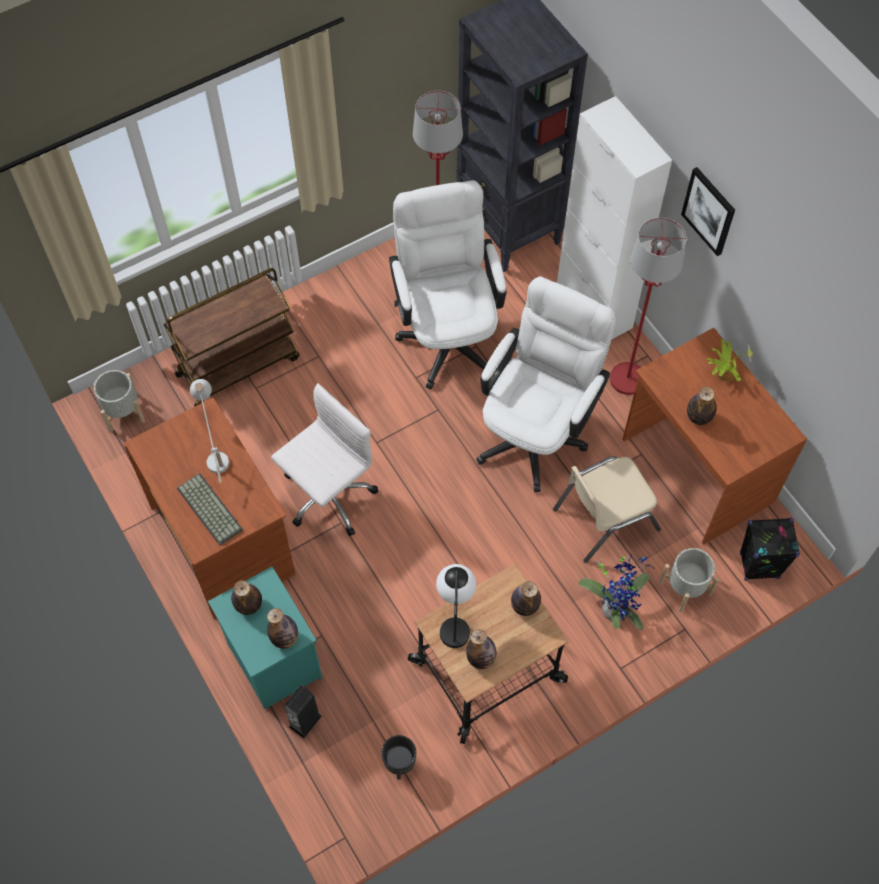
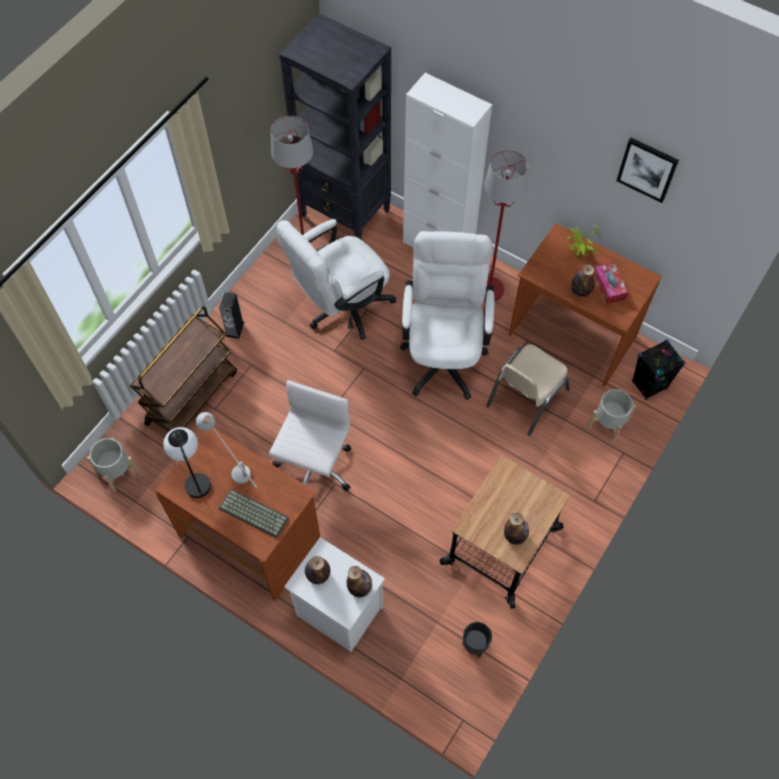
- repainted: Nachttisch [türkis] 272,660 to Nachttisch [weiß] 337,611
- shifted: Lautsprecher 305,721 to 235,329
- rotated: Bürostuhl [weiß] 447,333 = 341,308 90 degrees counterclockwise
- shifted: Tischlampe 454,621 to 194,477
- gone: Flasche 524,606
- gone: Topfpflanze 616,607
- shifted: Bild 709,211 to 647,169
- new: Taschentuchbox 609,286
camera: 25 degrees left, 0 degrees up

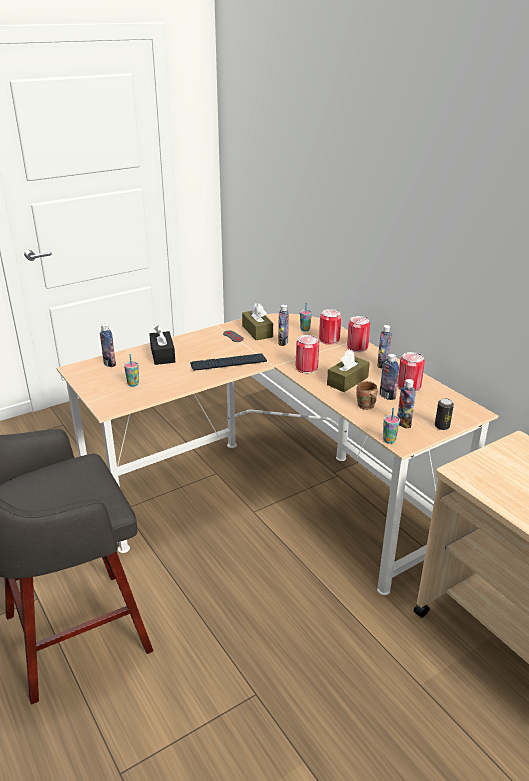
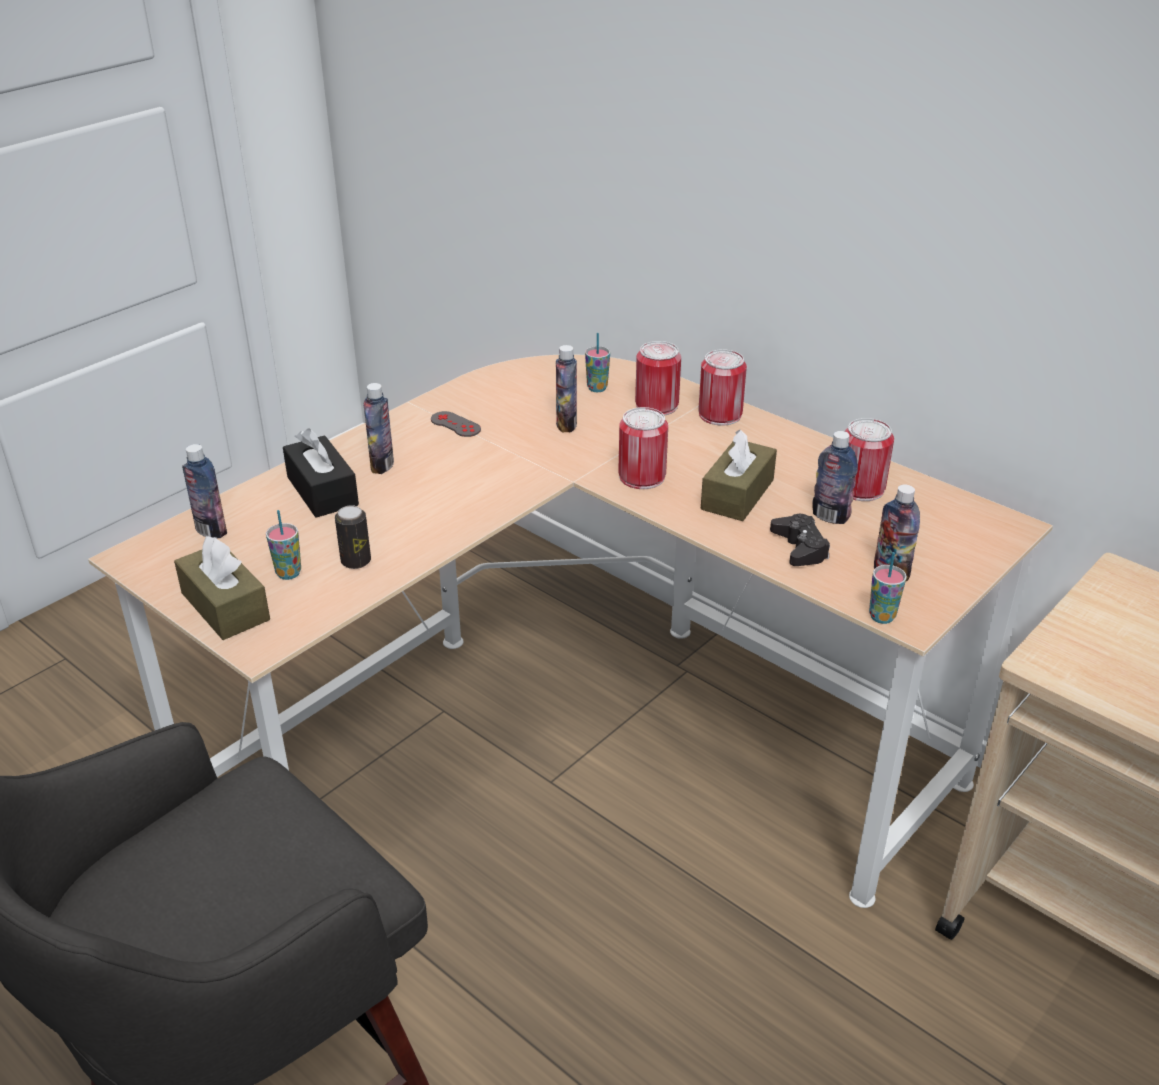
- gone: Tastatur 228,363
- shifted: Taschentuchbox [braun] 257,331 to 225,606
- swapped: Henkelbecher [braun] 365,406 to Gamepad [schwarz] 800,547
- shifted: Flasche 382,365 to 382,465
- shifted: Dose 442,426 to 356,561
camera: 15 degrees left, 5 degrees up

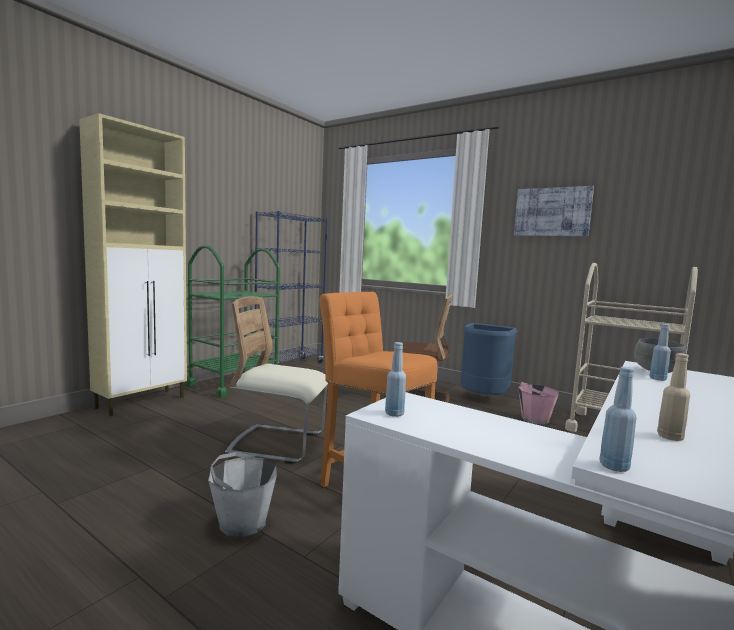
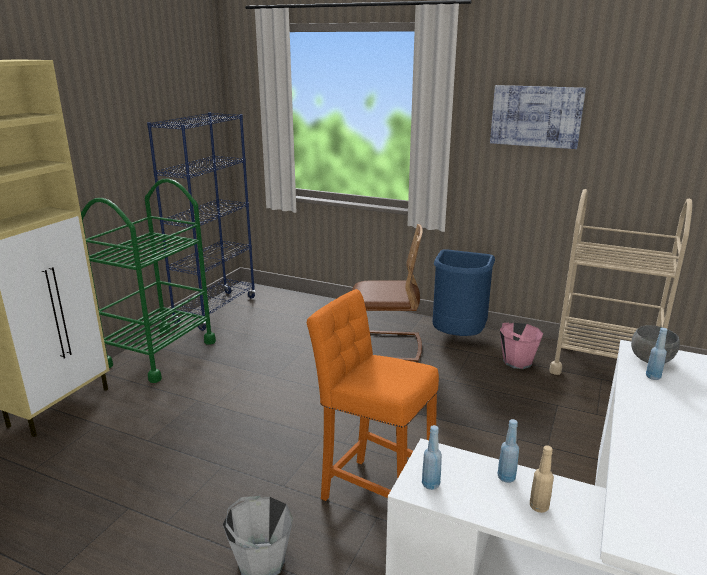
- gone: Stuhl [beige] 277,444
- shifted: Flasche [blau] 614,466 to 506,477
- shifted: Flasche [beige] 670,437 to 539,507
camera: 10 degrees left, 15 degrees up

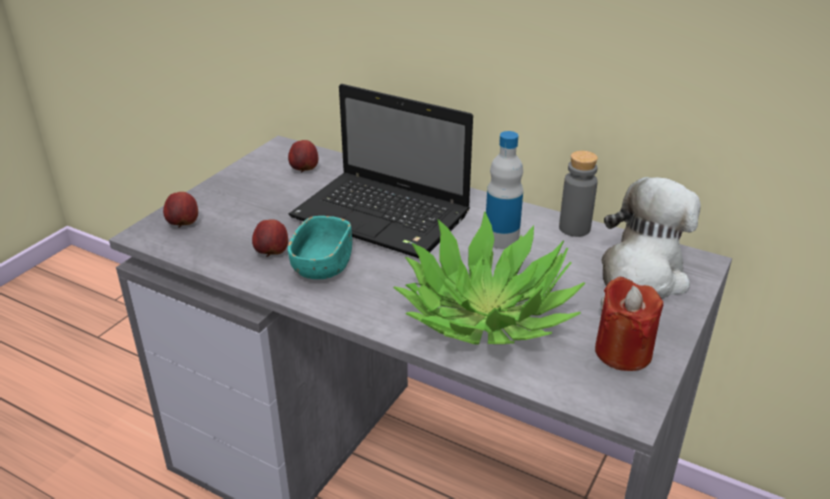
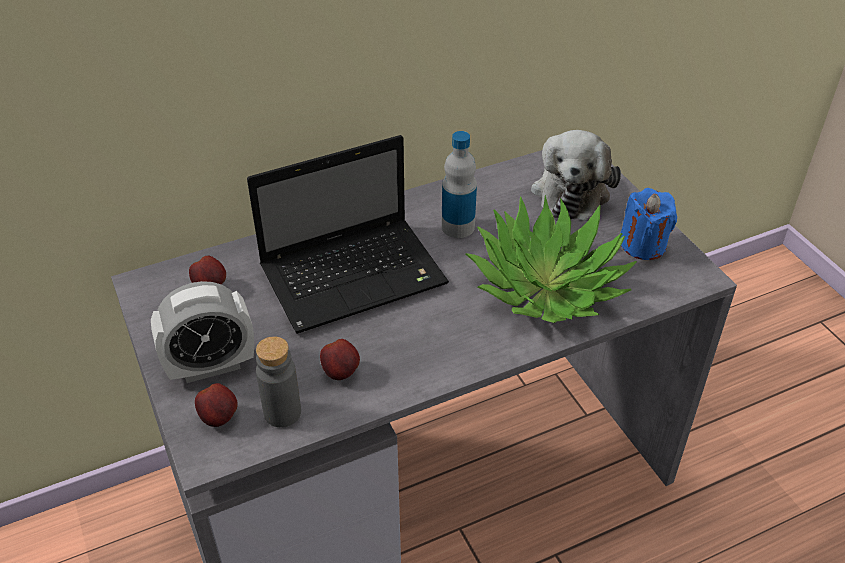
- gone: Schüssel [türkis] 322,266
- shifted: Flasche [grau] 574,228 to 282,412
- repainted: Kerze [rot] 623,352 to Kerze [blau] 643,245
- rotated: Plüschtier 639,279 = 571,190 150 degrees counterclockwise
- new: Wecker 211,366
camera: 55 degrees left, 10 degrees up

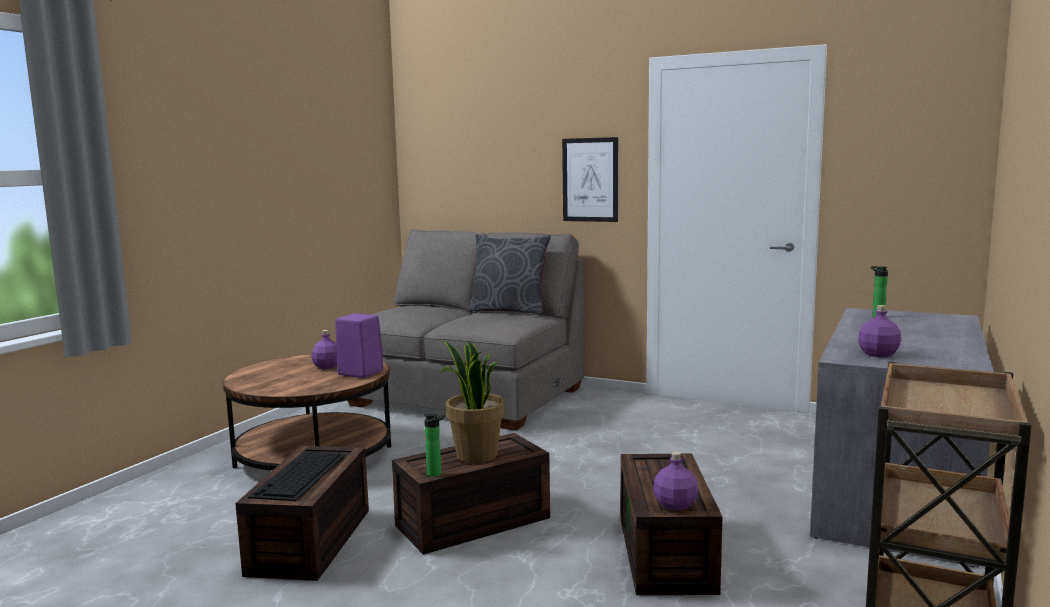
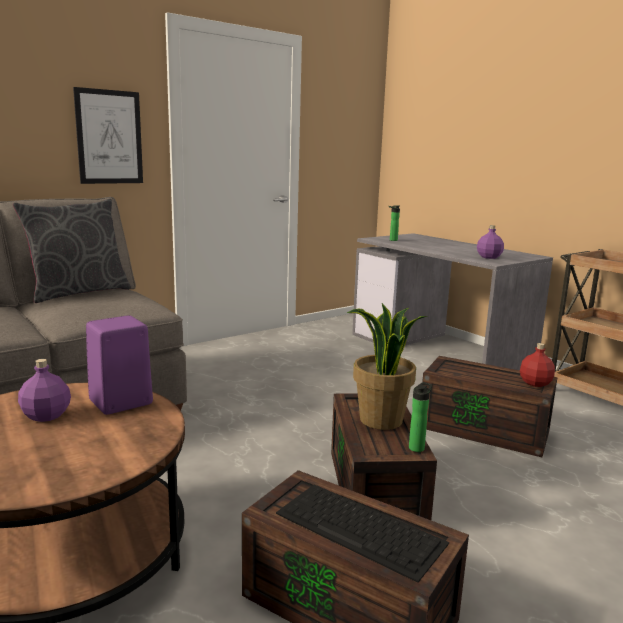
- repainted: Flasche [lila] 675,505 to Flasche [rot] 535,383
camera: 65 degrees left, 5 degrees up

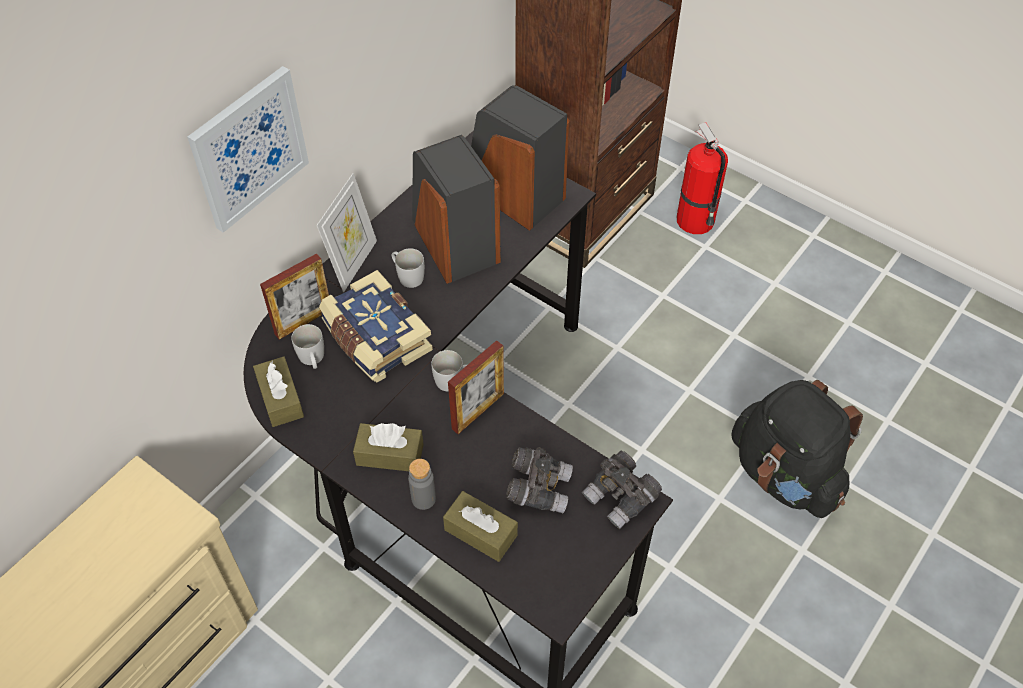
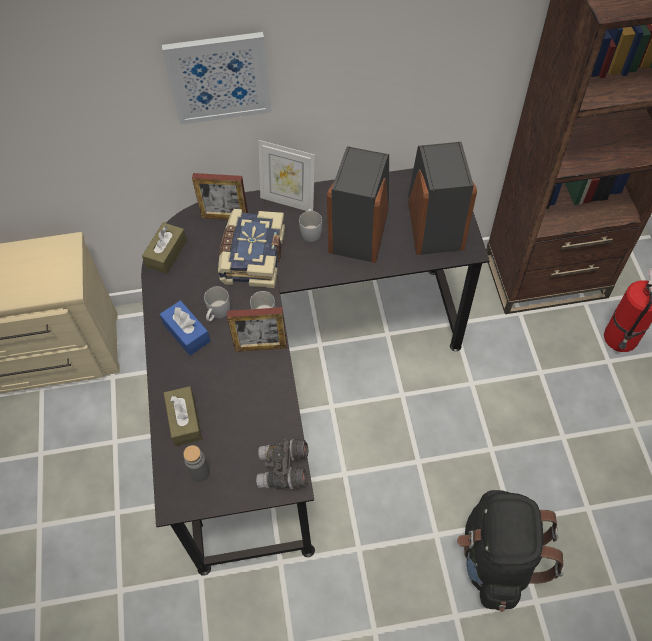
- shifted: Henkelbecher [weiß] 312,360 to 217,313
- rotated: Bilderrahmen 353,263 = 288,200 45 degrees clockwise
- repainted: Taschentuchbox [braun] 390,454 to Taschentuchbox [blau] 186,333
- shifted: Flasche [grau] 423,499 to 200,472
- gone: Fernglas [grau] 538,488
camera: 45 degrees right, 5 degrees up

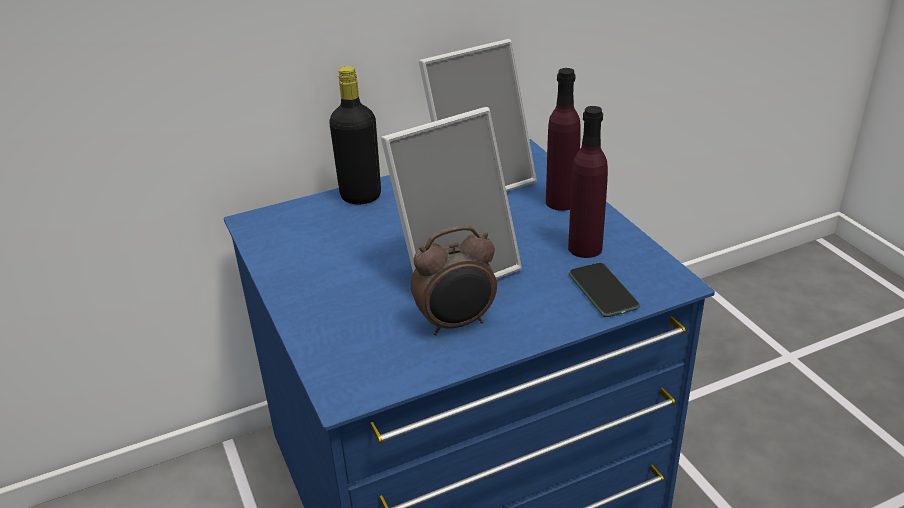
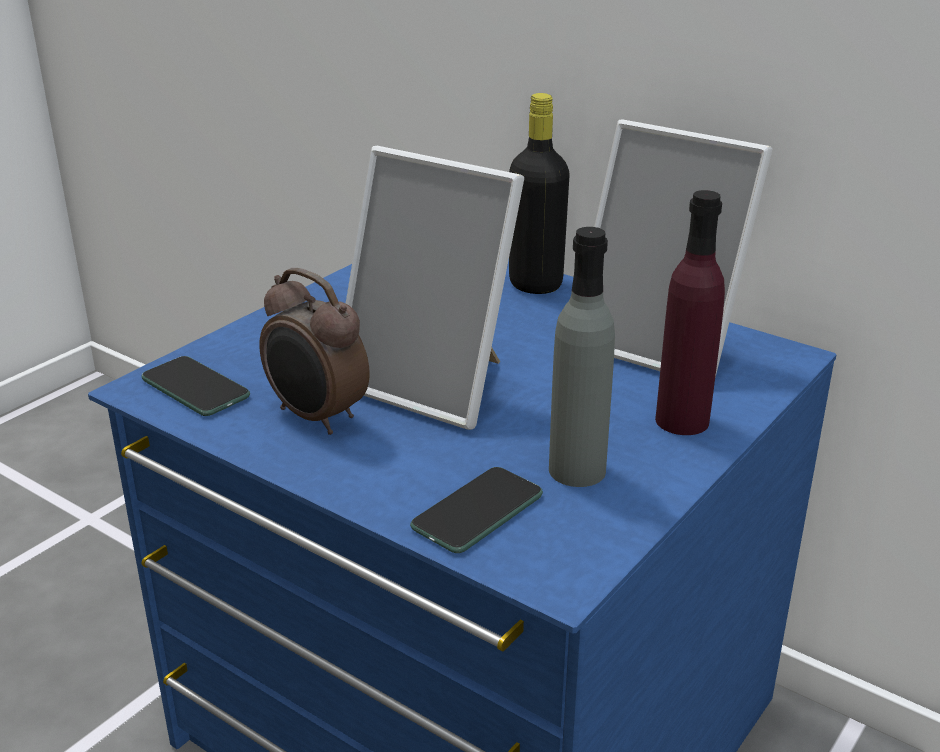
- repainted: Flasche [lila] 585,248 to Flasche [grau] 577,470
- new: Handy 195,388
camera: 60 degrees right, 5 degrees down

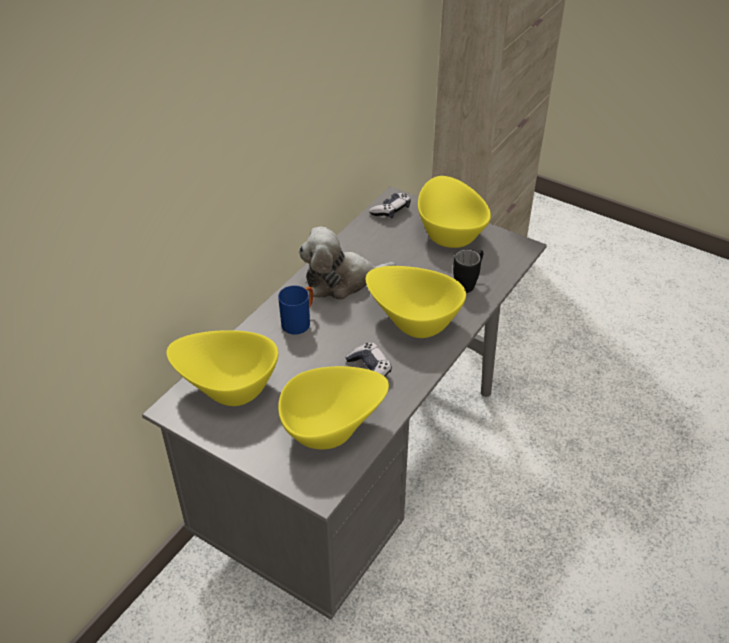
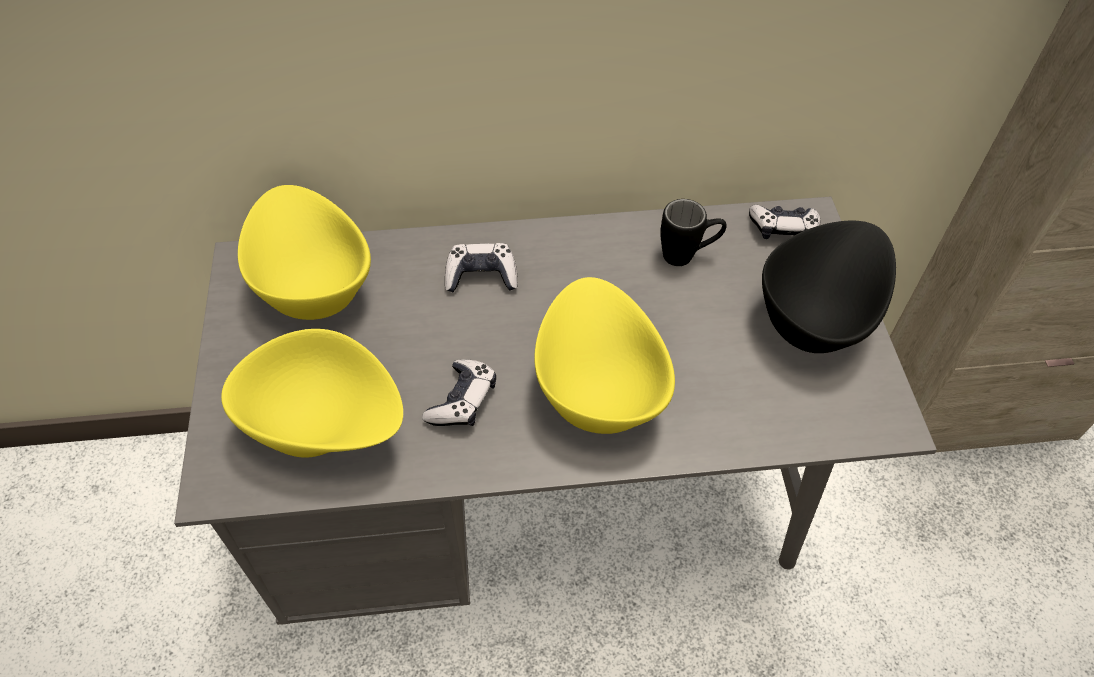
- swapped: Henkelbecher [blau] 299,321 to Gamepad 481,276
- gone: Plüschtier 342,281
- repainted: Schüssel [gelb] 449,232 to Schüssel [schwarz] 817,317
- shifted: Henkelbecher [schwarz] 468,283 to 687,255
camera: 50 degrees right, 10 degrees up

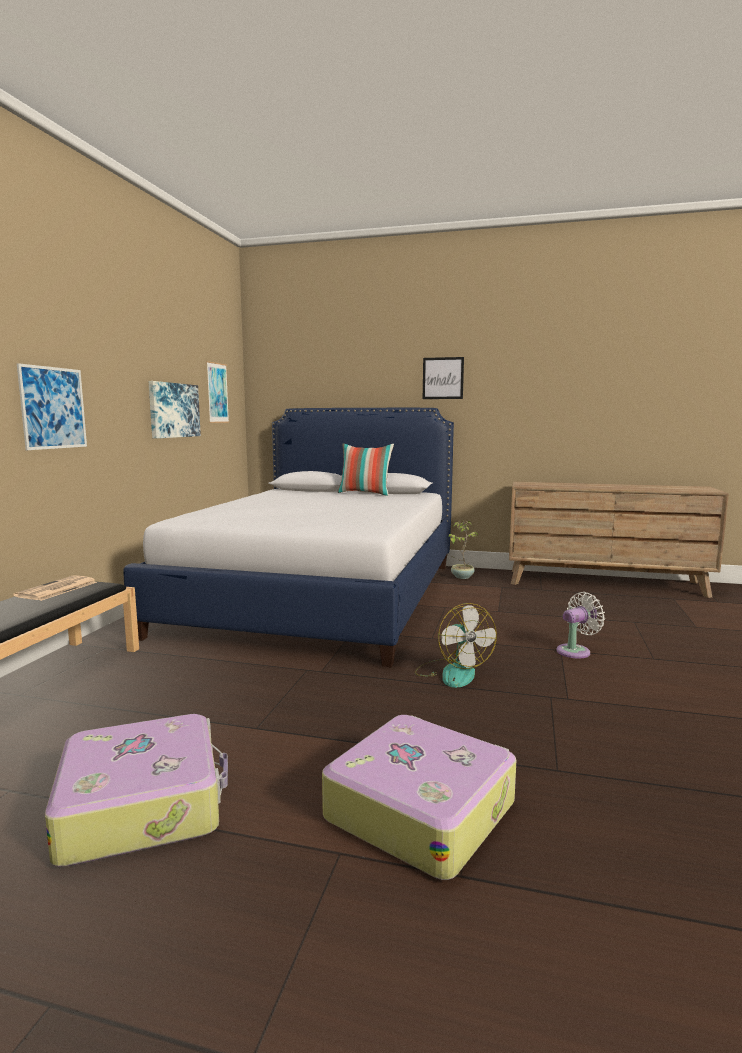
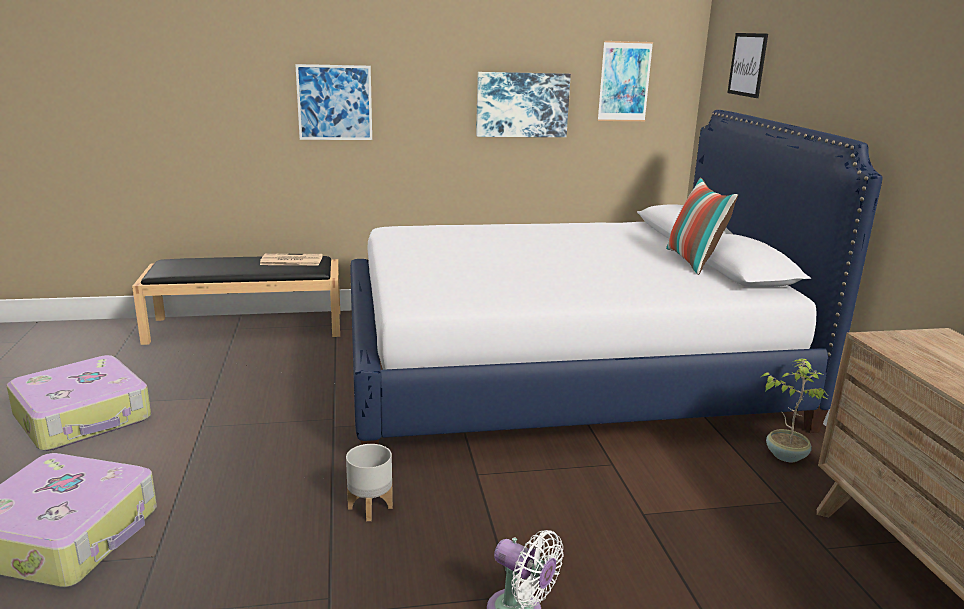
- swapped: Ventilator 452,672 to Pflanzkübel [grau] 370,508
- shifted: Bild 443,378 to 747,64
camera: 65 degrees right, 10 degrees up

